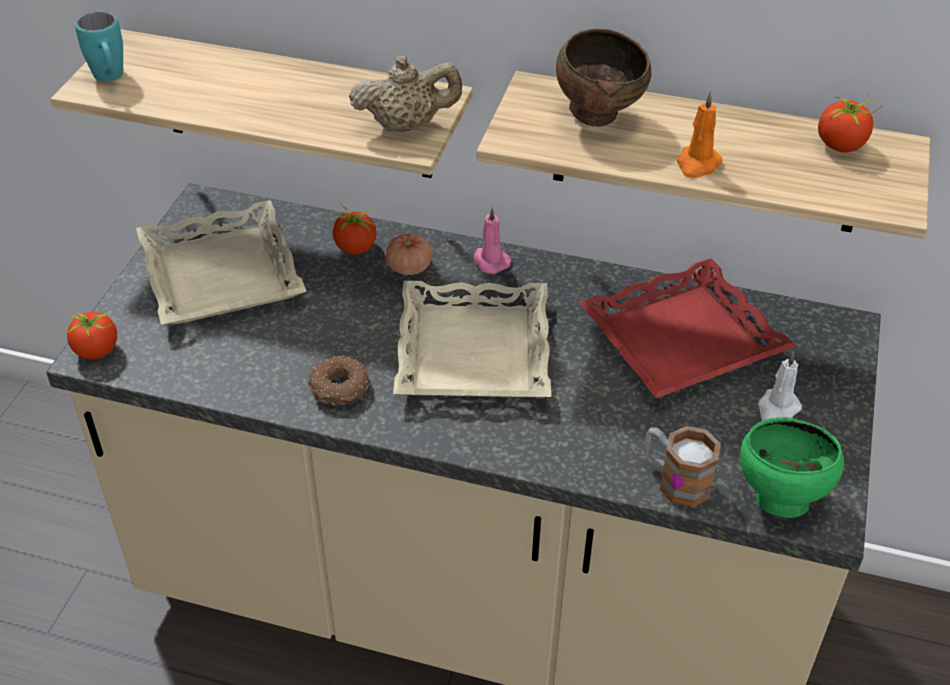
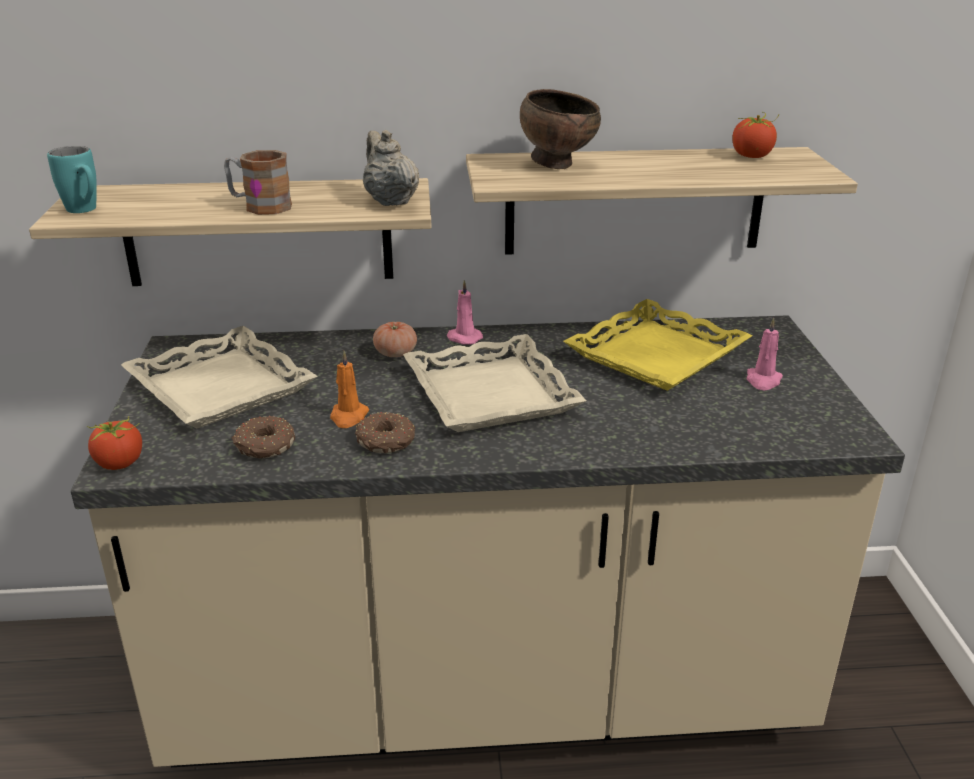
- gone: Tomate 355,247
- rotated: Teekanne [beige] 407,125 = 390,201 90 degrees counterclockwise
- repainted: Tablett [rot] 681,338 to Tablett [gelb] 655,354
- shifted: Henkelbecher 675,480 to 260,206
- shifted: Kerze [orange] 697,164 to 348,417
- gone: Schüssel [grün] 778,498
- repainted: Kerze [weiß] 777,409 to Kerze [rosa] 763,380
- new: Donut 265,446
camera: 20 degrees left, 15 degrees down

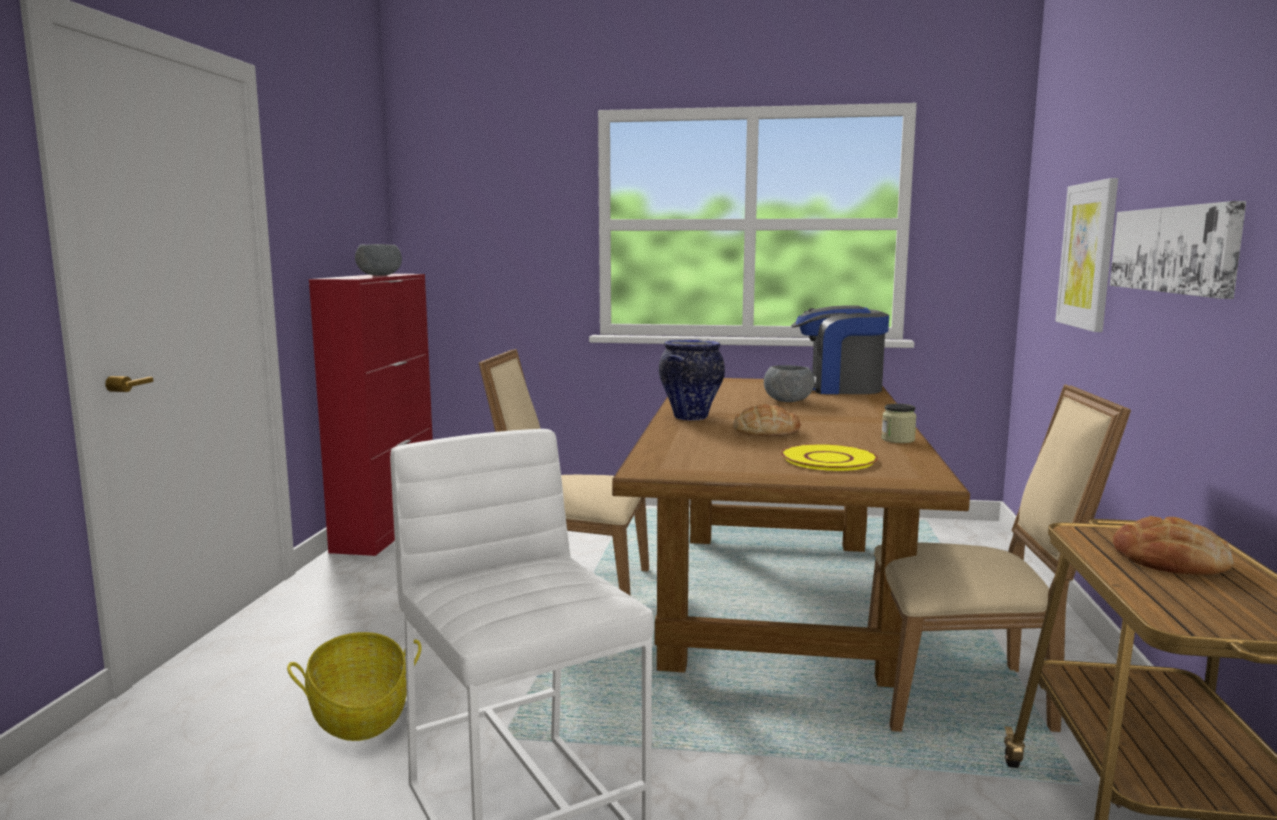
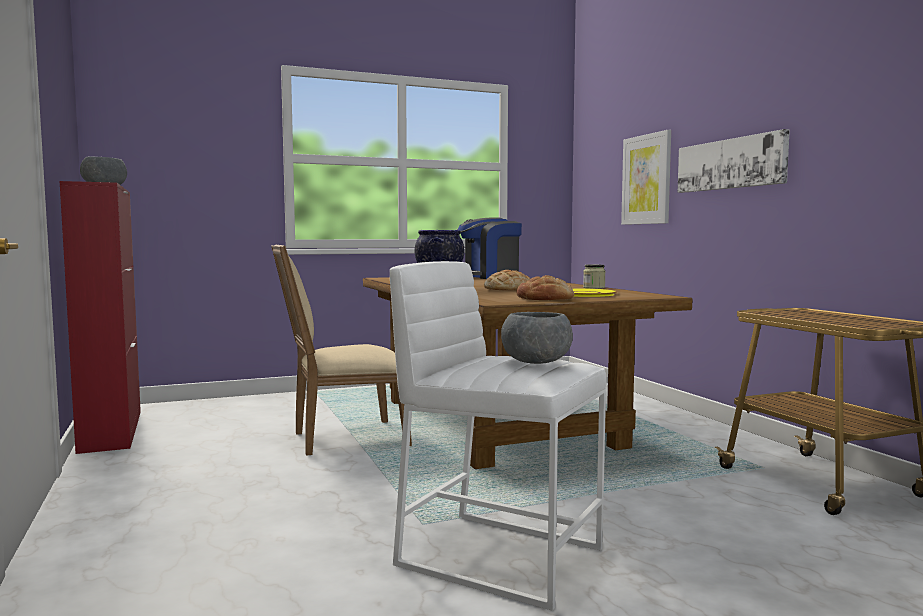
- gone: Korb 359,713
- shifted: Schüssel [grau] 788,401 to 536,362
- gone: Stuhl [beige] 968,694
- shifted: Brot 1171,560 to 545,298
camera: 30 degrees left, 5 degrees down

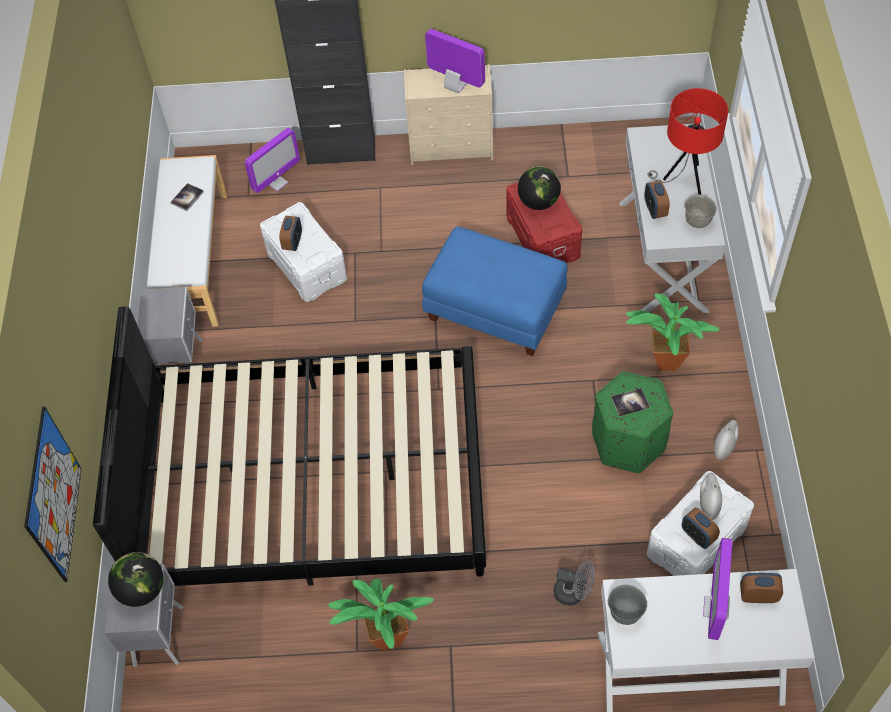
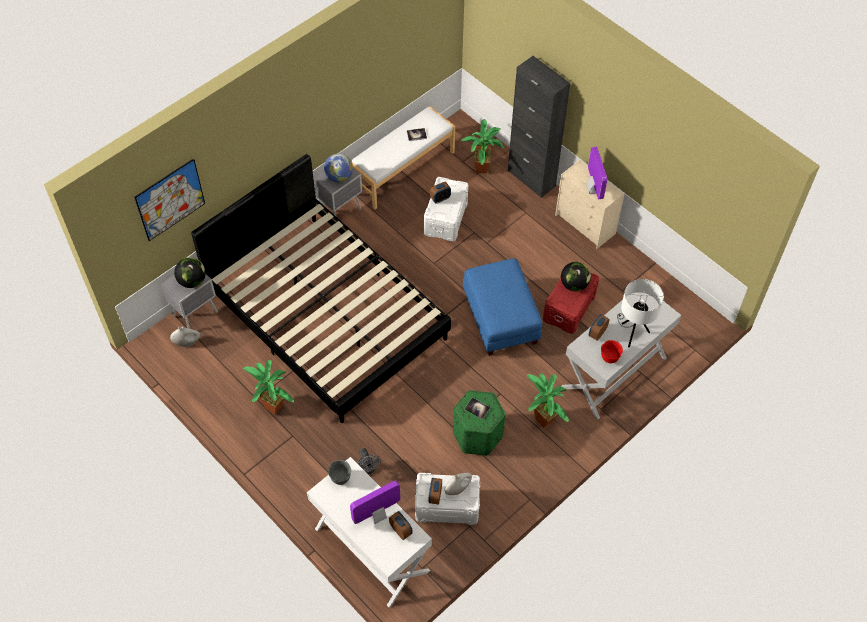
- swapped: Monitor 277,182 to Topfpflanze 483,167
- repainted: Tischlampe [rot] 684,179 to Tischlampe [weiß] 632,333
- repainted: Schüssel [grau] 697,221 to Schüssel [rot] 609,357
- shifted: Vase [weiß] 723,448 to 187,343
- new: Globus 339,177
camera: 45 degrees right, 0 degrees up

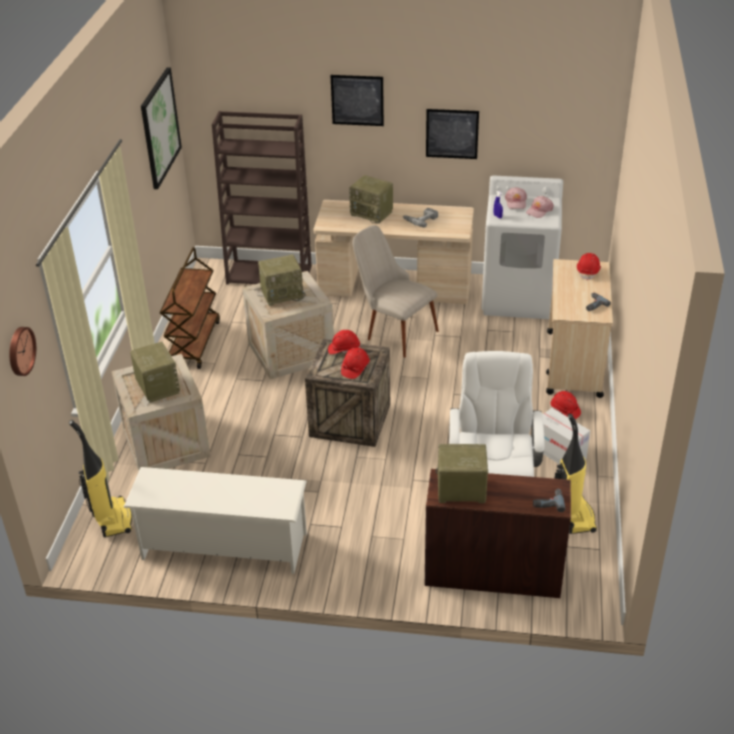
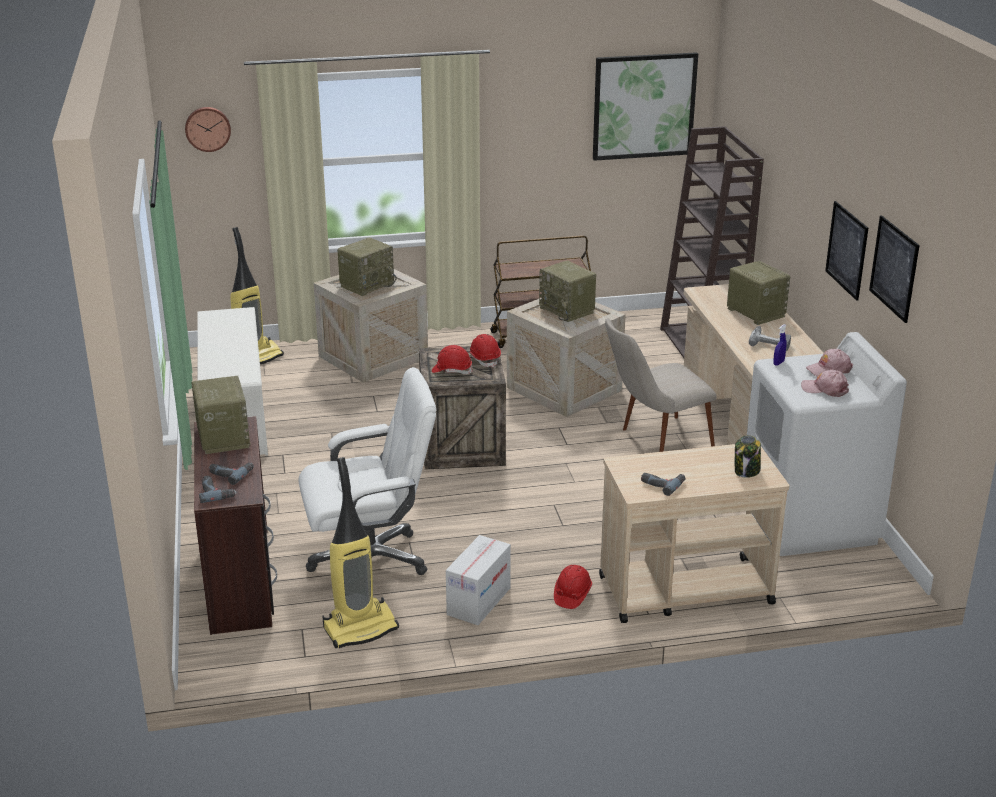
- shifted: Bild 357,100 to 894,268
- rotated: Radio 372,213 = 754,312 135 degrees clockwise
- rotated: Stuhl [beige] 393,330 = 654,443 135 degrees counterclockwise
- swapped: Schutzhelm [rot] 588,271 to Vorratsglas 746,471
- new: Bohrmaschine 231,473
camera: 70 degrees right, 10 degrees down

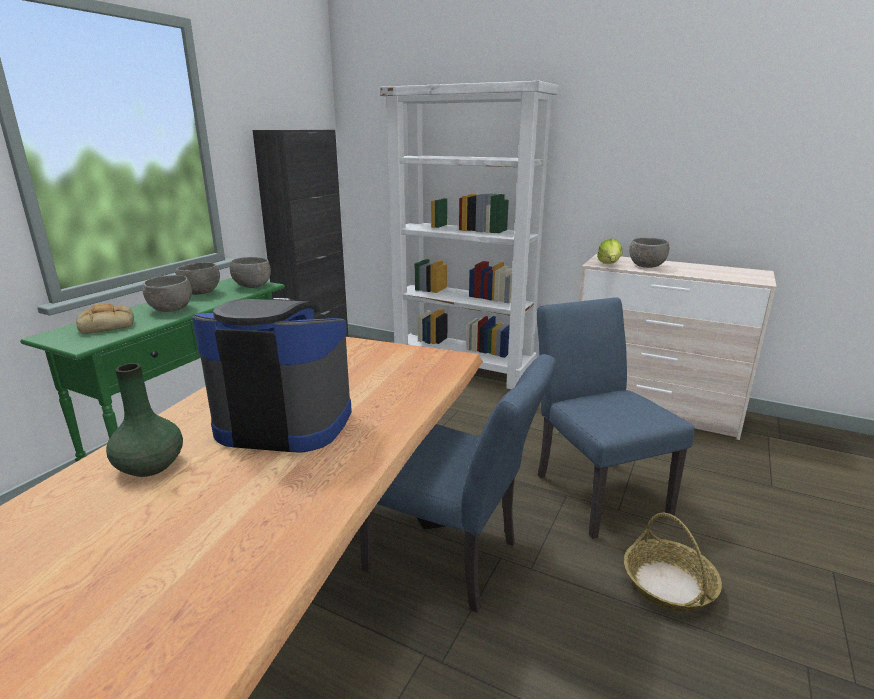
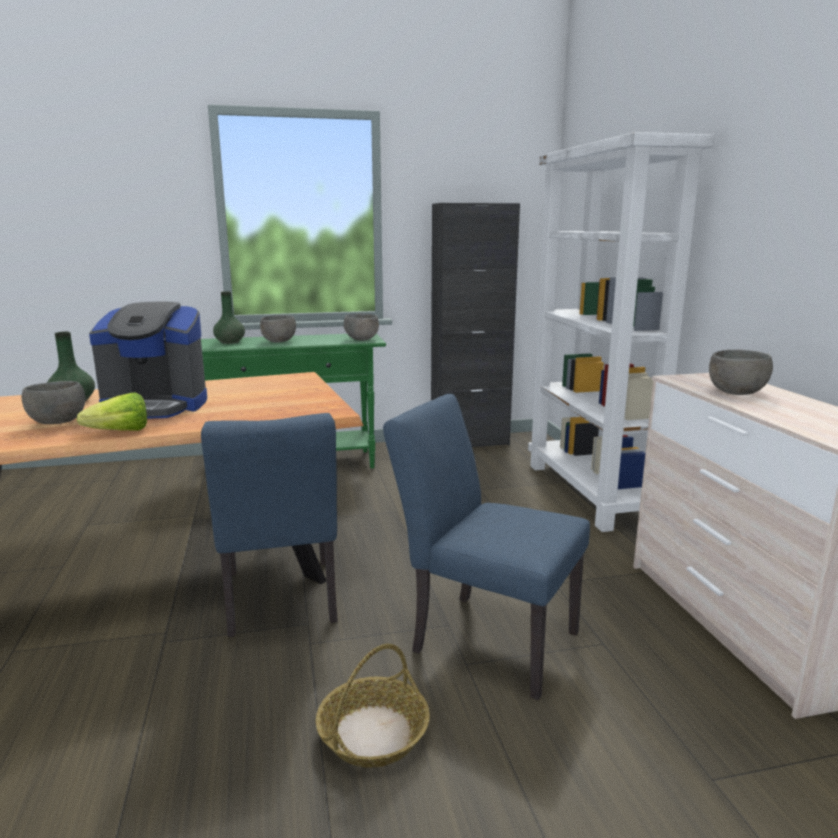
- swapped: Brot 108,325 to Vase [grün] 230,342
- shifted: Schüssel [grau] 201,293 to 59,422
- rotated: Kaffeemaschine 285,422 = 156,406 120 degrees clockwise
- rotated: Stuhl [blau] 595,489 = 484,637 90 degrees counterclockwise
- shifted: Salatkopf 608,266 to 114,433
camera: 50 degrees right, 5 degrees down

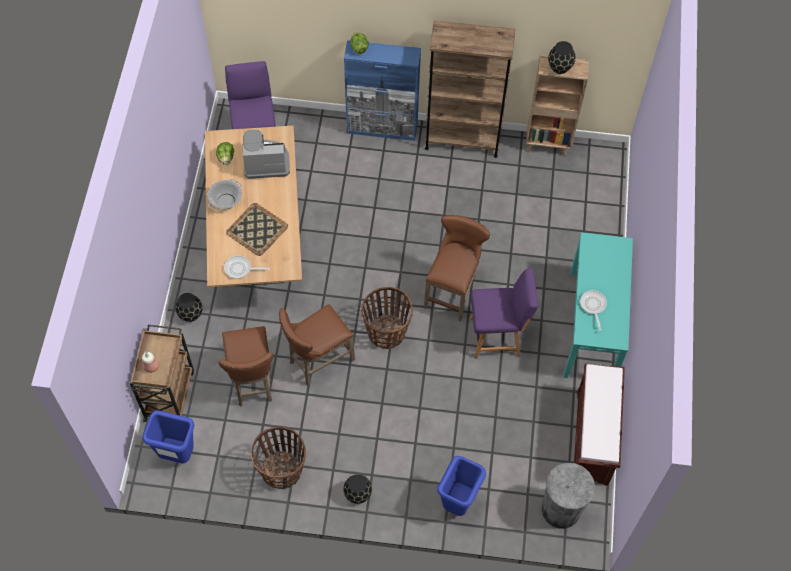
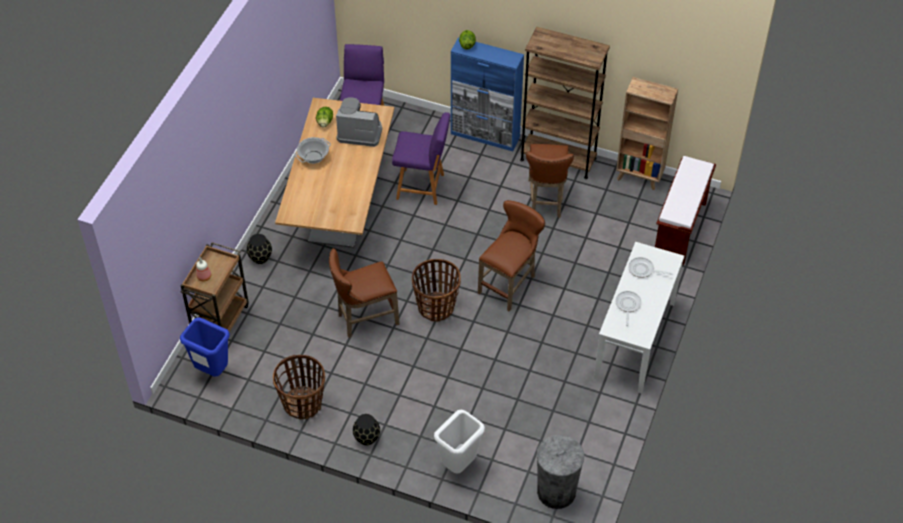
- shifted: Hocker [braun] 252,382 to 545,201
- shifted: Pfanne 240,269 to 643,270
- gone: Tablett 256,229
- repainted: Mülleimer [blau] 457,503 to Mülleimer [weiß] 458,465
- shifted: Stuhl [lila] 497,336 to 422,187
- gone: Vase [schwarz] 559,67
- repainted: Konsolentisch [türkis] 592,326 to Konsolentisch [weiß] 635,340
- shifted: Bank [braun] 592,438 to 680,230
camera: 15 degrees right, 10 degrees down

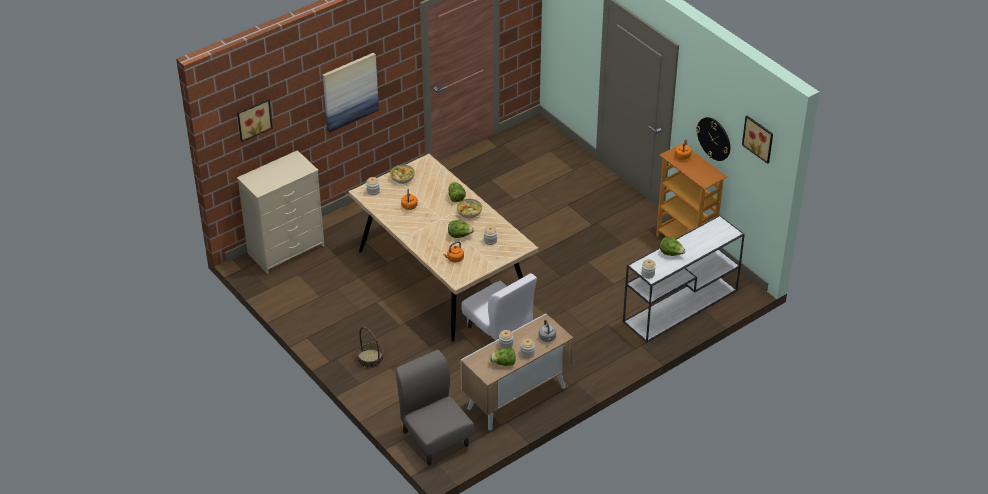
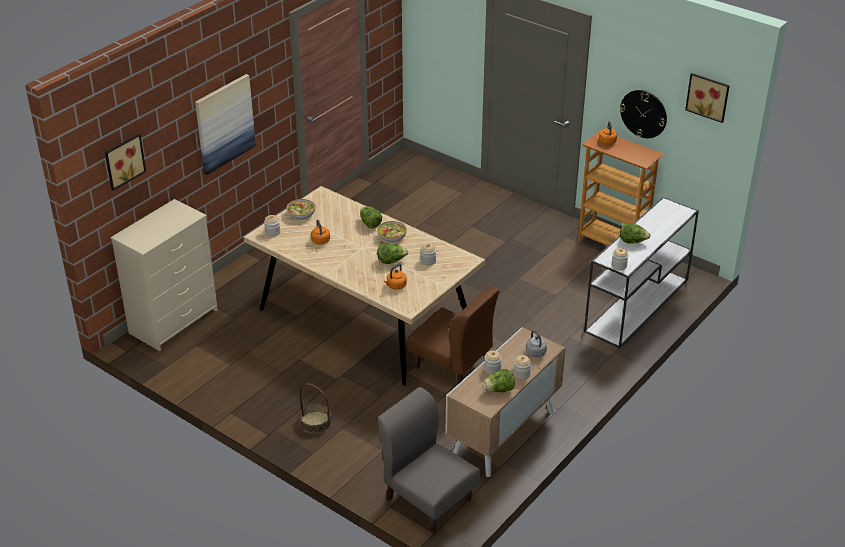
- repainted: Stuhl [weiß] 499,331 to Stuhl [braun] 452,365
camera: 15 degrees left, 5 degrees down

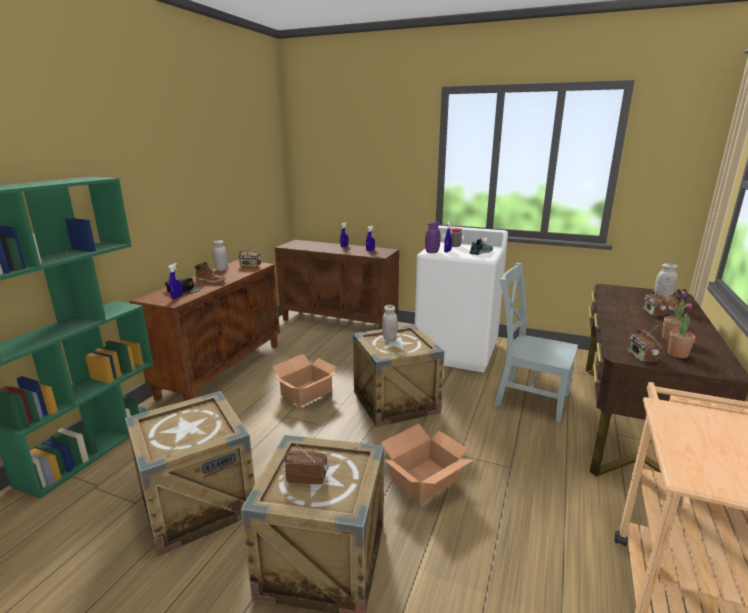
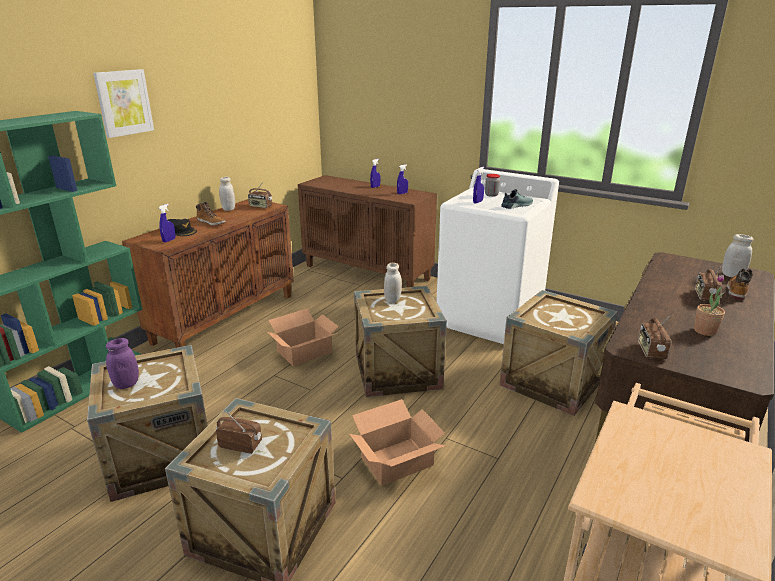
- shifted: Vorratsglas [lila] 432,252 to 126,384
- swapped: Stuhl [grau] 528,398 to Kiste 552,382
- gone: Topfpflanze 677,354
- new: Bild 124,102
camera: 10 degrees right, 5 degrees up

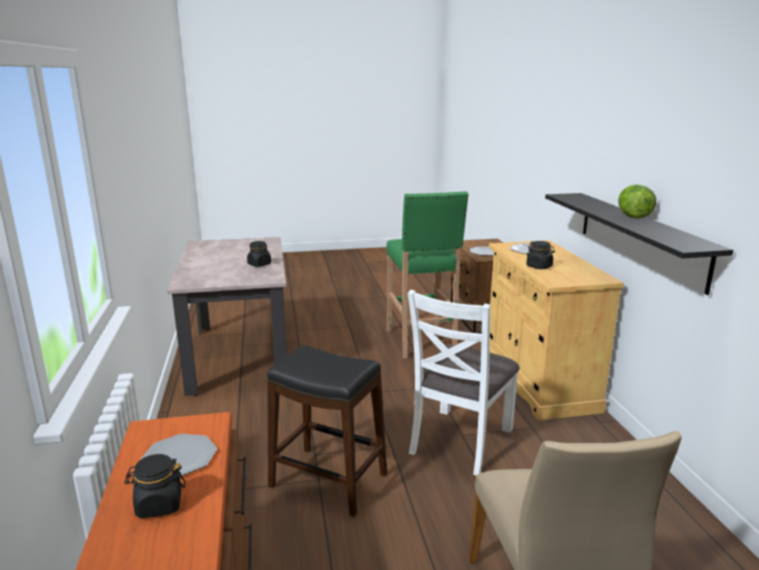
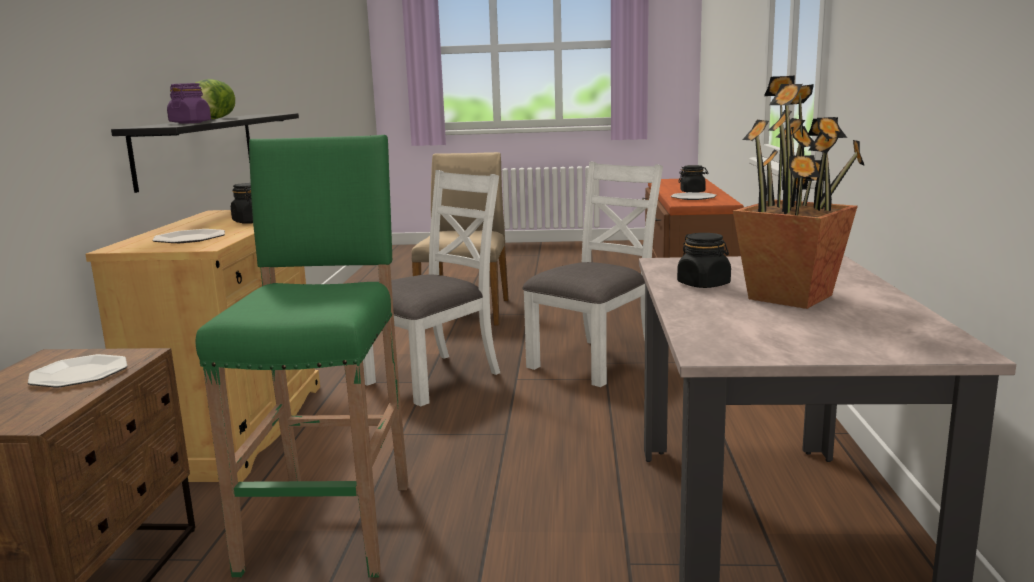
- swapped: Hocker [schwarz] 328,481 to Stuhl [weiß] 594,361
- new: Vorratsglas [lila] 190,123
- new: Topfpflanze 792,297
camera: 165 degrees left, 5 degrees down

